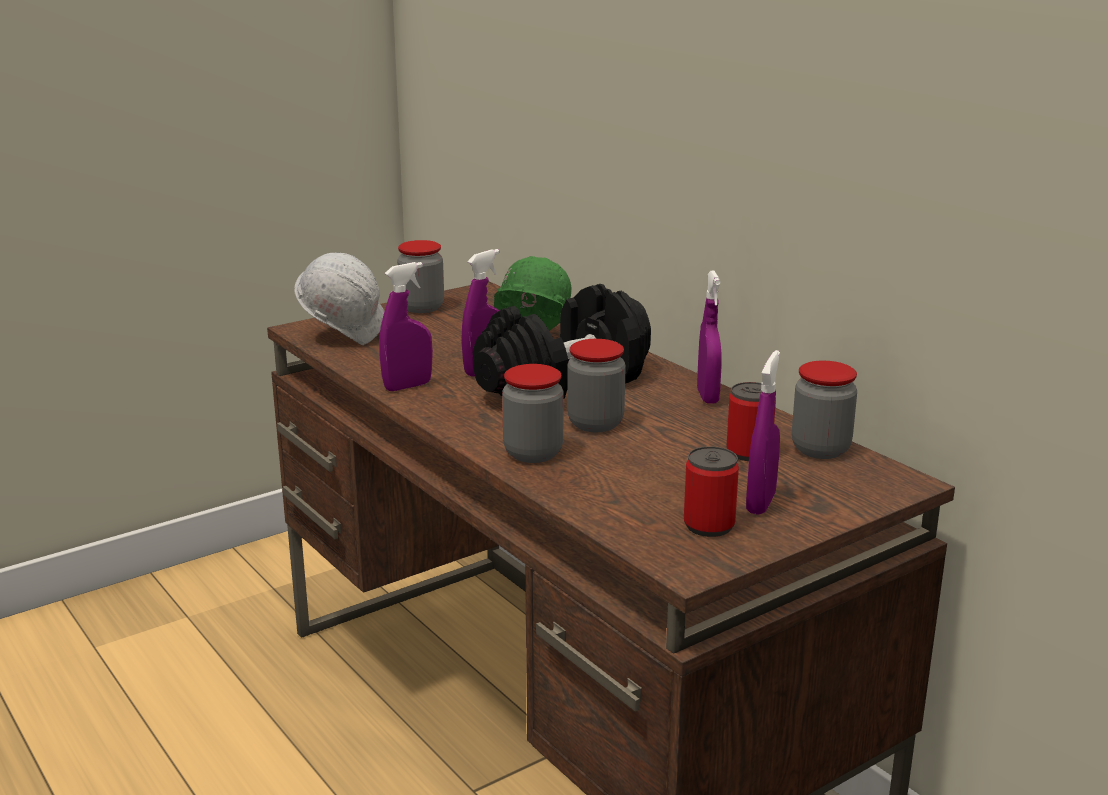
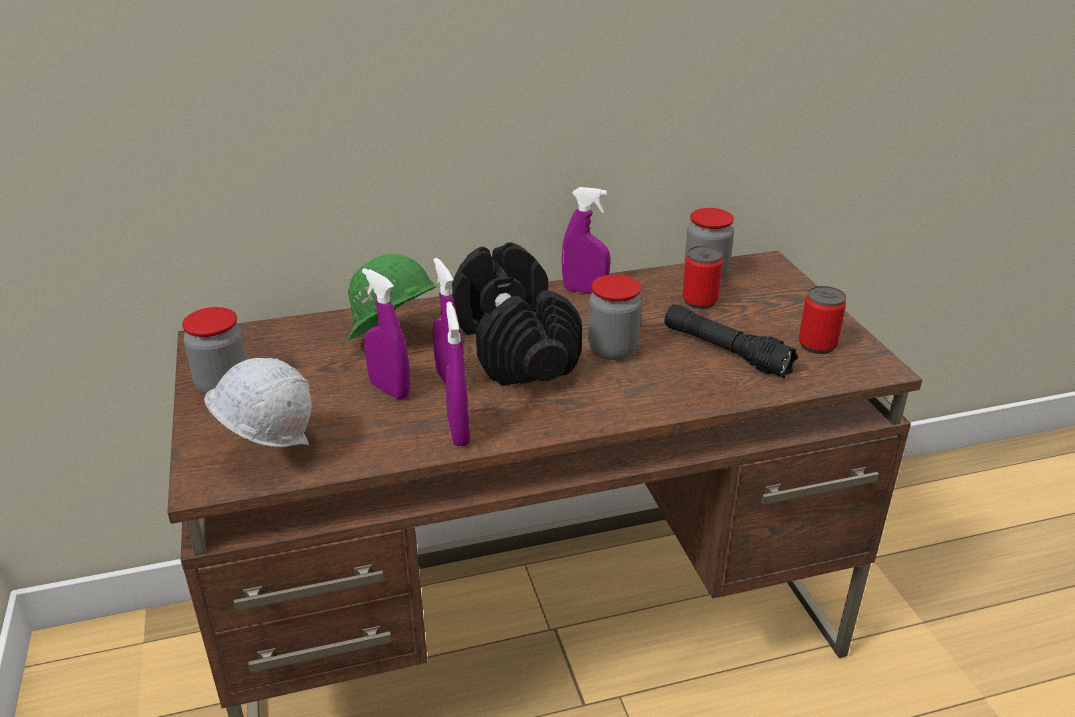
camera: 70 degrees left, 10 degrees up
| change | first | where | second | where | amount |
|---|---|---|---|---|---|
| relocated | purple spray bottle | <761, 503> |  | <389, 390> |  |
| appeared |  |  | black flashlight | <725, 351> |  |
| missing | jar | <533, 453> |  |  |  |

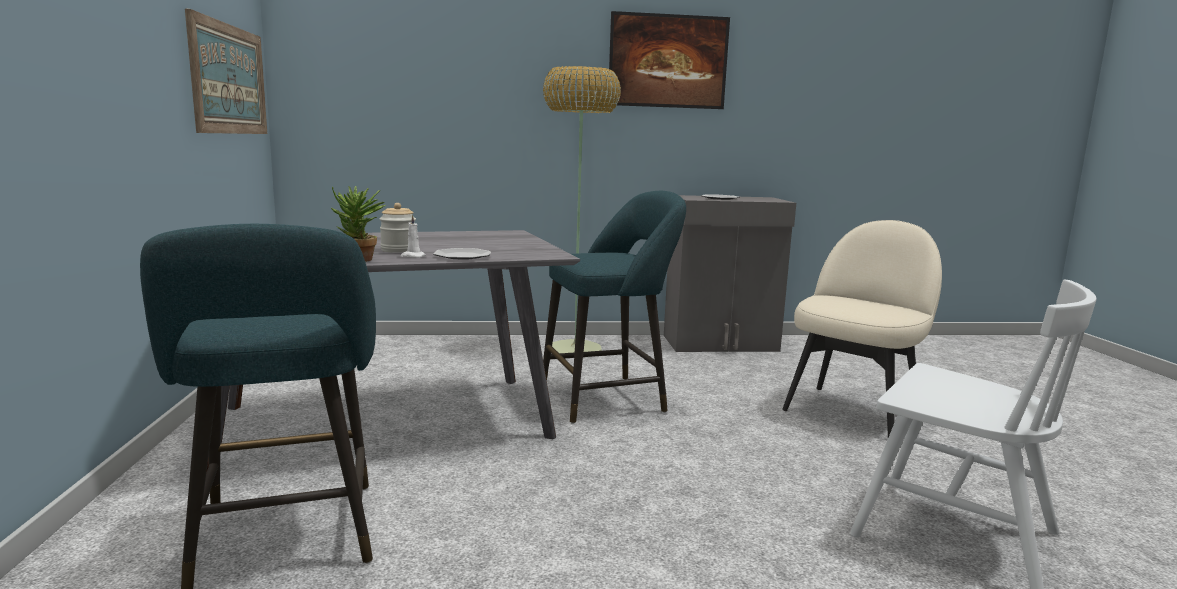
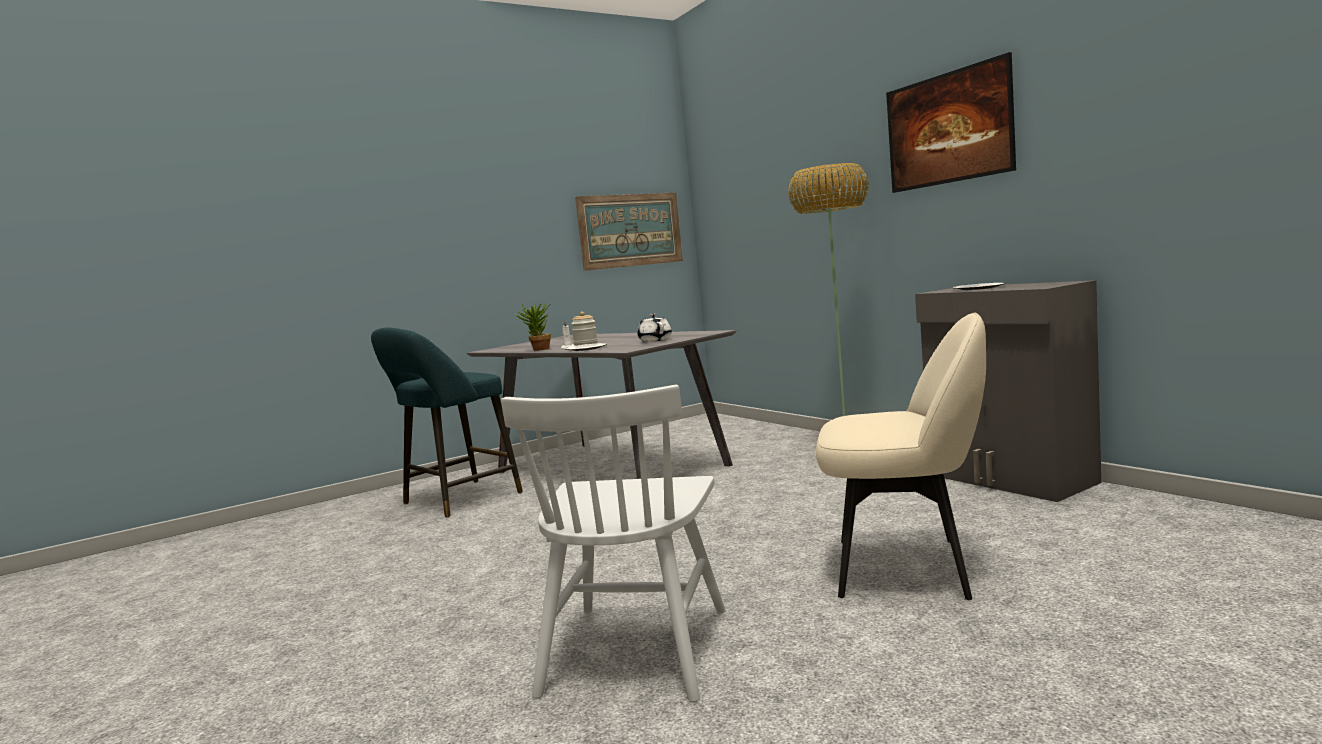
camera: 65 degrees right, 5 degrees down
| change | first | where | second | where | amount |
|---|---|---|---|---|---|
| appeared |  |  | white teapot | <655, 340> |  |
| missing | turquoise stool | <609, 398> |  |  |  |

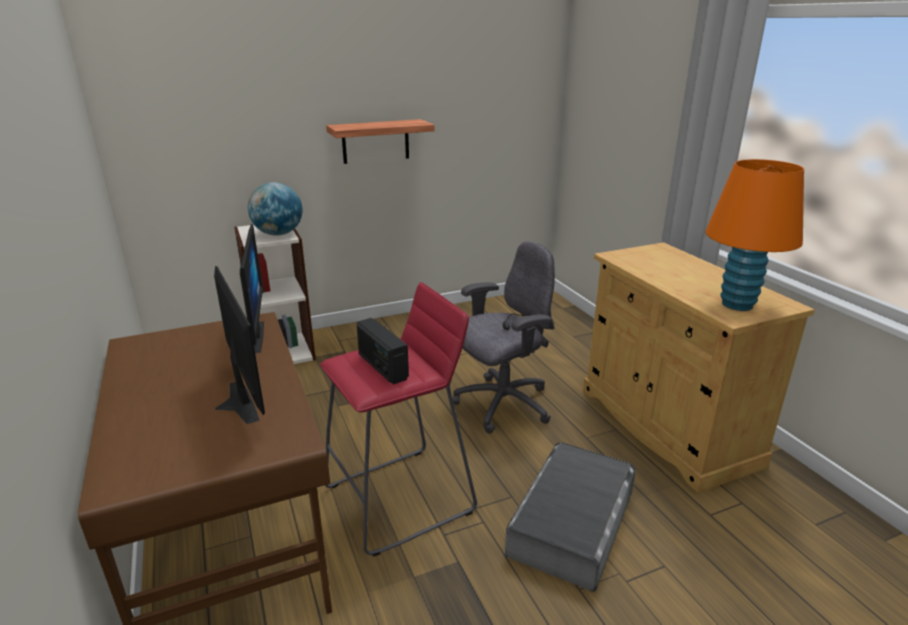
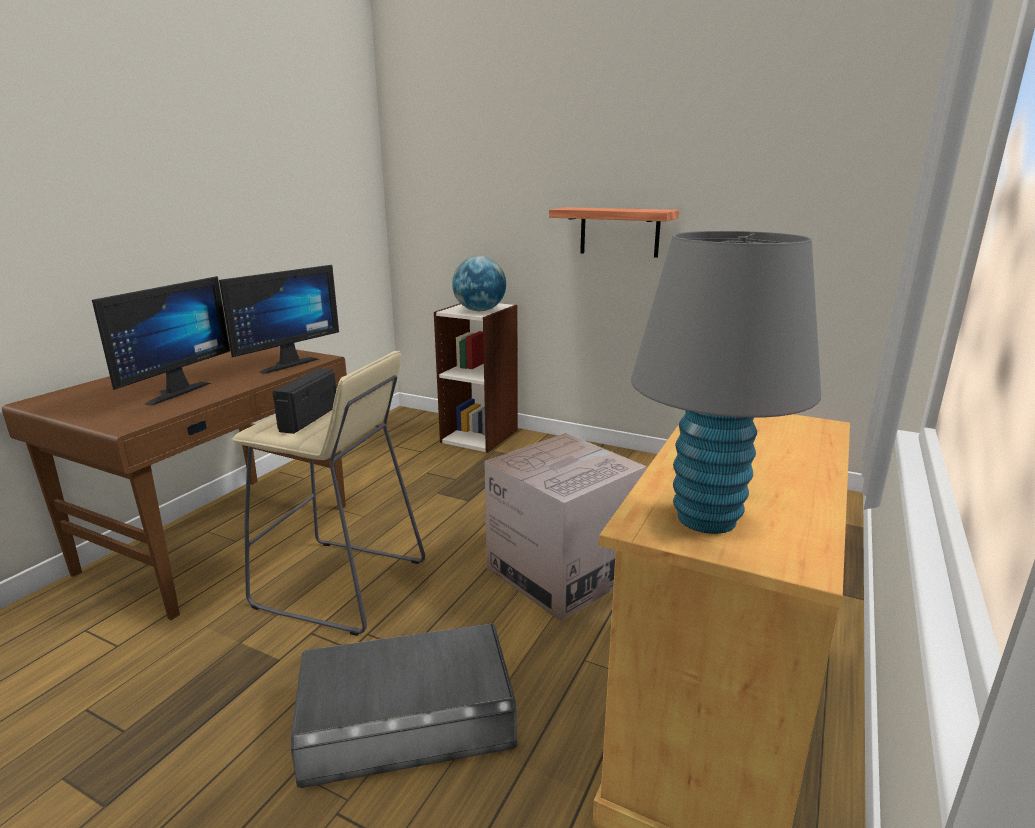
camera: 50 degrees right, 5 degrees down
| change | first | where | second | where | amount |
|---|---|---|---|---|---|
| colour | red stool | <401, 499> | beige stool | <341, 585> |  |
| exchanged | grey office chair | <501, 404> | cardboard box | <562, 571> |  |
| colour | orange table lamp | <737, 304> | grey table lamp | <707, 519> |  |

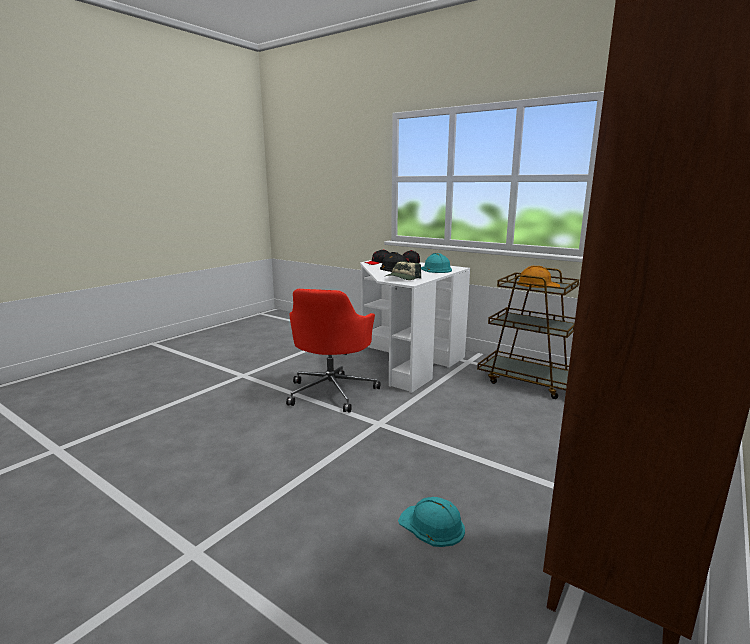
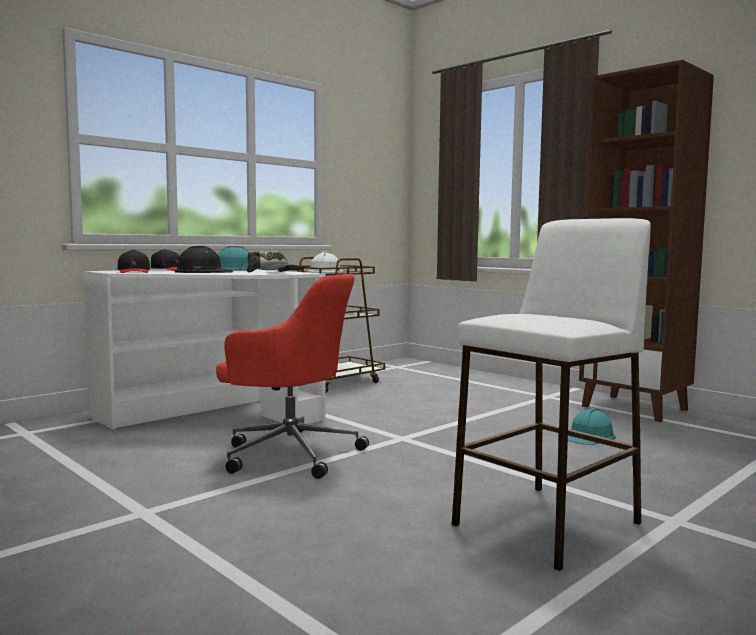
camera: 80 degrees left, 10 degrees down
| change | first | where | second | where | amount |
|---|---|---|---|---|---|
| colour | orange hard hat | <537, 284> | white hard hat | <326, 272> |  |
| appeared |  |  | white stool | <548, 523> |  |

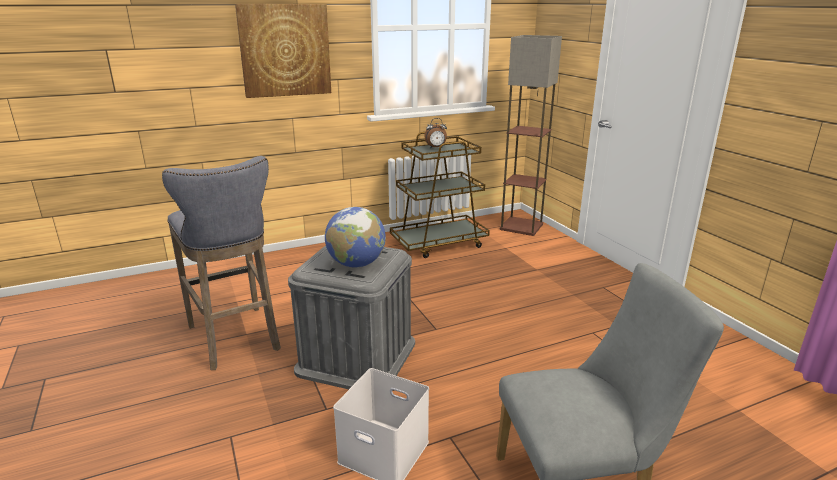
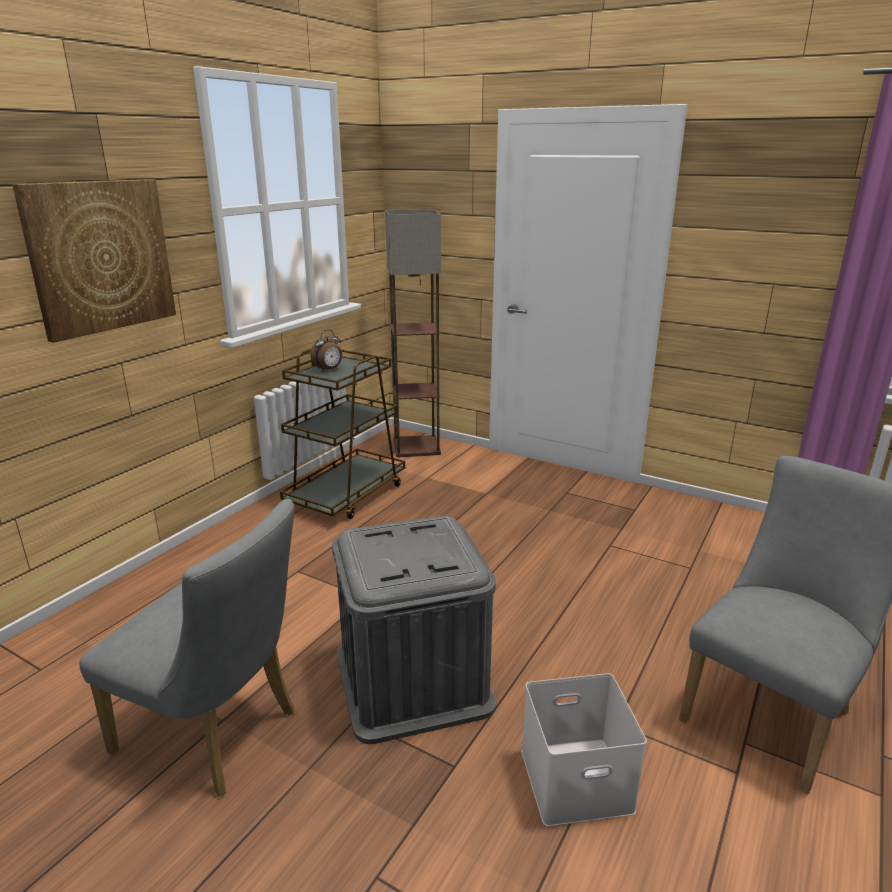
camera: 35 degrees left, 0 degrees up
| change | first | where | second | where | amount |
|---|---|---|---|---|---|
| exchanged | grey stool | <236, 339> | grey chair | <217, 735> |  |
| missing | globe | <356, 264> |  |  |  |

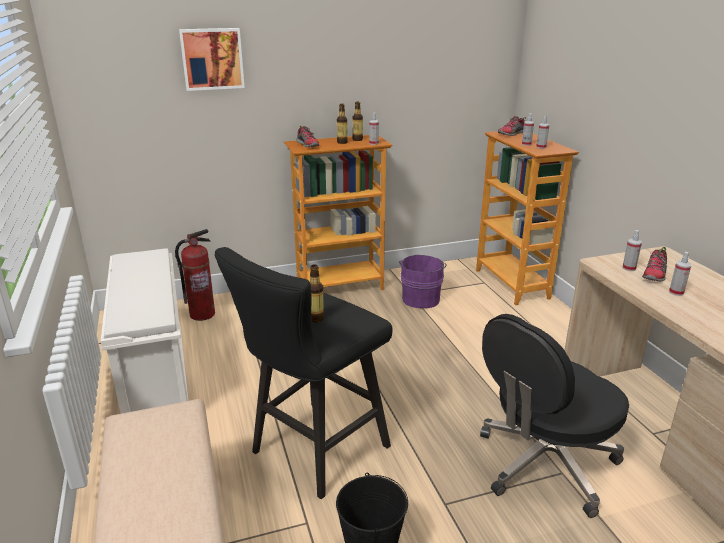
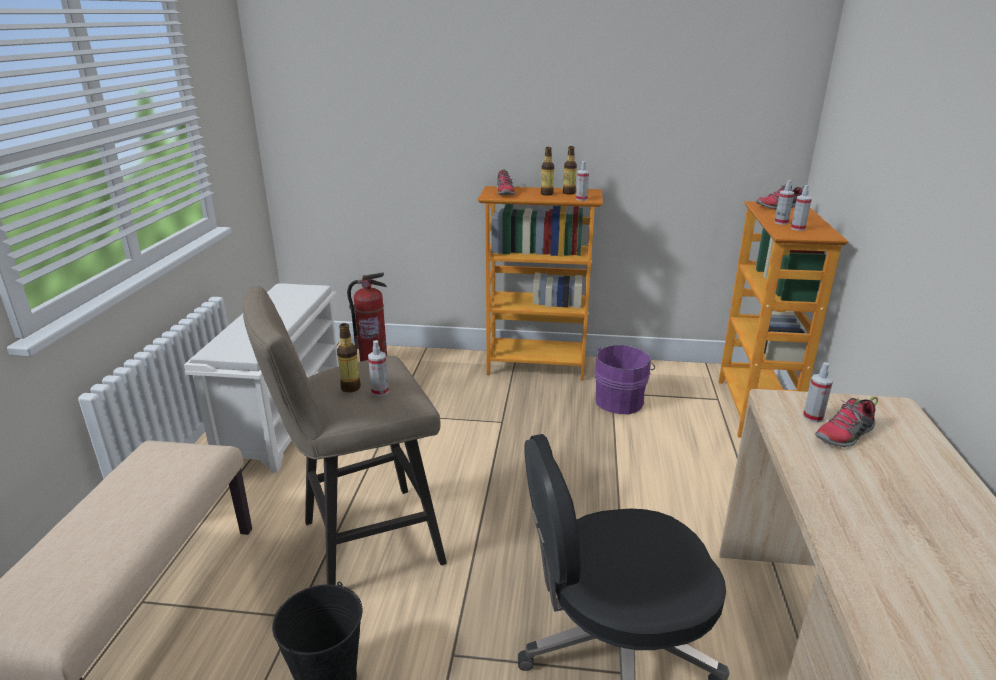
camera: 25 degrees right, 0 degrees up
| change | first | where | second | where | amount |
|---|---|---|---|---|---|
| colour | black stool | <313, 453> | beige stool | <361, 543> |  |
| relocated | spray bottle | <676, 292> |  | <380, 391> |  |
| missing | picture | <212, 59> |  |  |  |

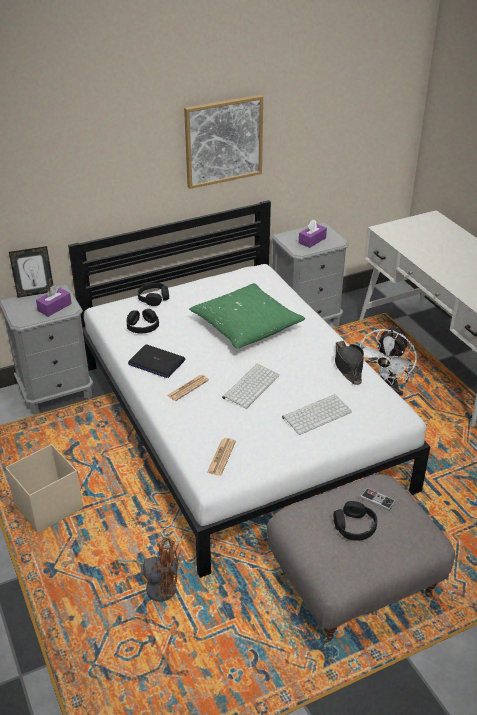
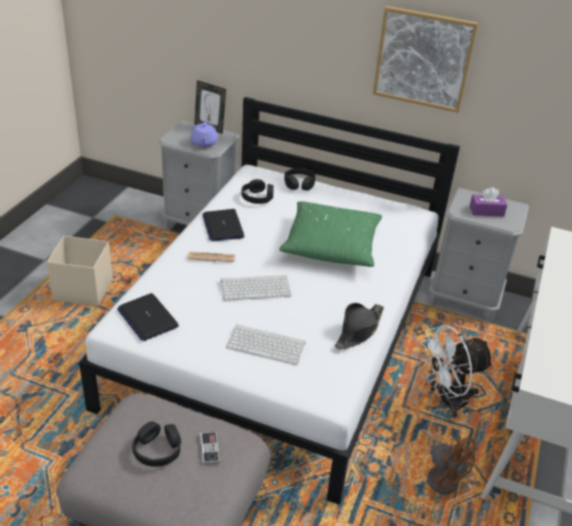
camera: 45 degrees right, 0 degrees up
| change | first | where | second | where | amount |
|---|---|---|---|---|---|
| exchanged | newspaper | <221, 457> | laptop | <147, 318> |  |
| exchanged | purple tissue box | <54, 307> | purple teapot | <204, 143> |  |
| relocated | brown fan | <157, 585> |  | <442, 476> |  |

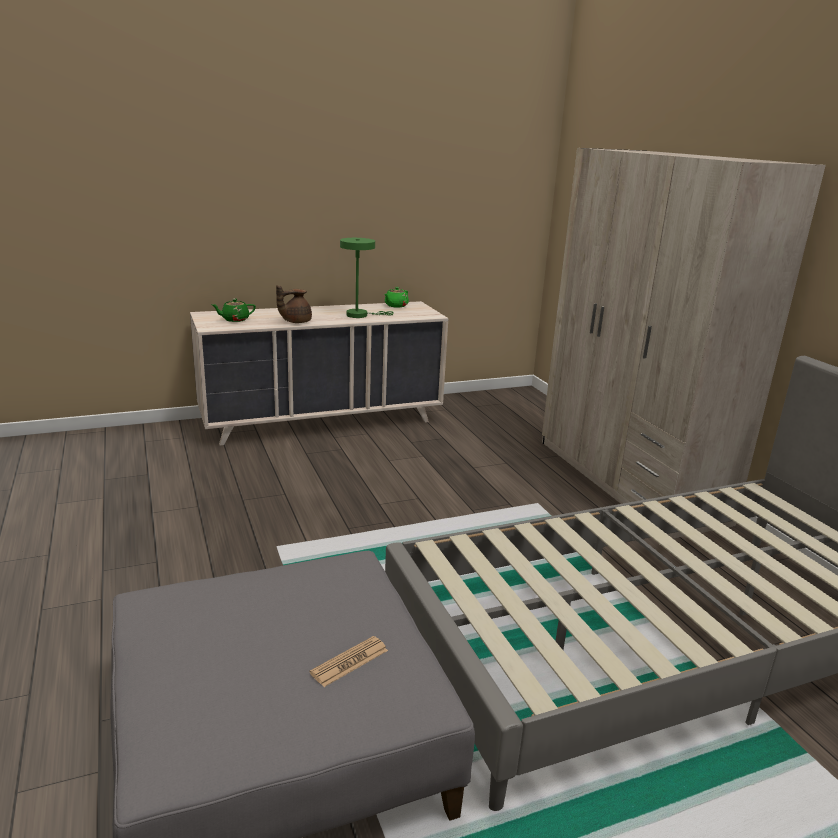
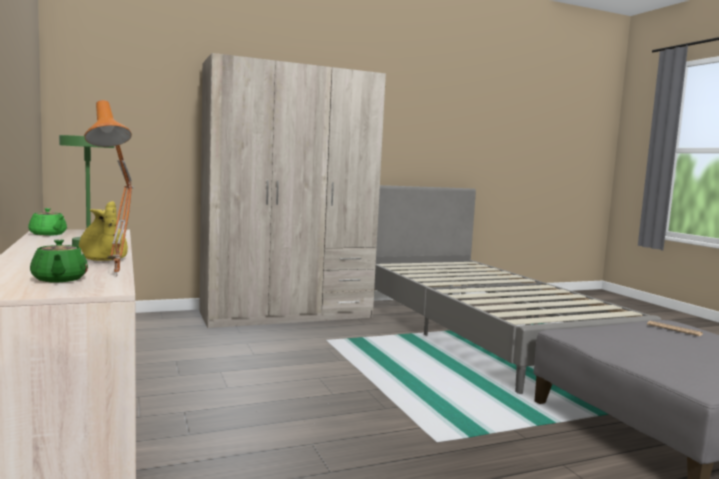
camera: 90 degrees left, 15 degrees down
| change | first | where | second | where | amount |
|---|---|---|---|---|---|
| colour | brown teapot | <295, 321> | yellow teapot | <103, 260> |  |
| appeared |  |  | orange table lamp | <120, 276> |  |

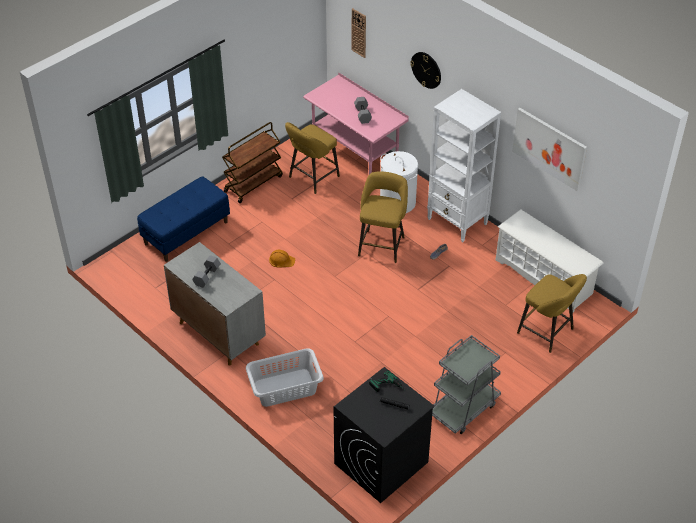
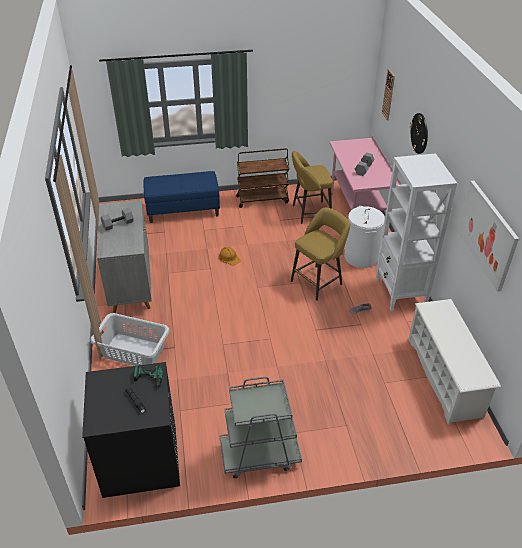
camera: 35 degrees right, 5 degrees down
| change | first | where | second | where | amount |
|---|---|---|---|---|---|
| missing | yellow stool | <548, 333> |  |  |  |

